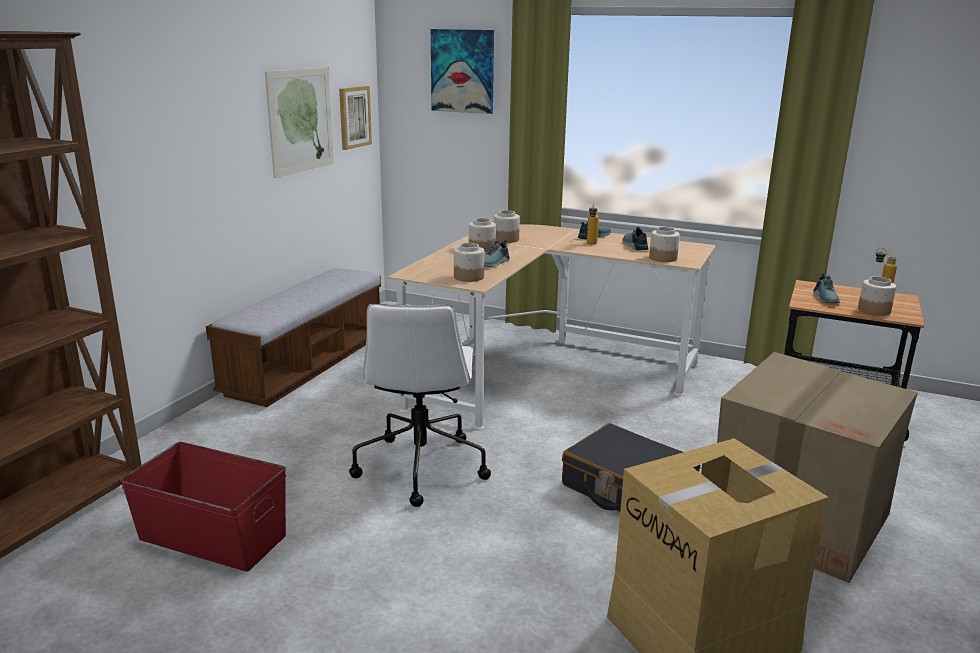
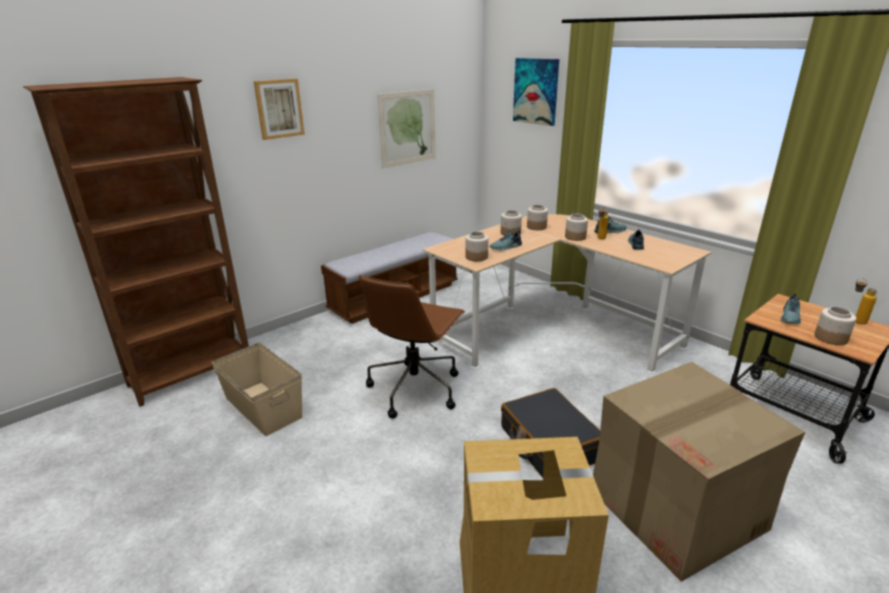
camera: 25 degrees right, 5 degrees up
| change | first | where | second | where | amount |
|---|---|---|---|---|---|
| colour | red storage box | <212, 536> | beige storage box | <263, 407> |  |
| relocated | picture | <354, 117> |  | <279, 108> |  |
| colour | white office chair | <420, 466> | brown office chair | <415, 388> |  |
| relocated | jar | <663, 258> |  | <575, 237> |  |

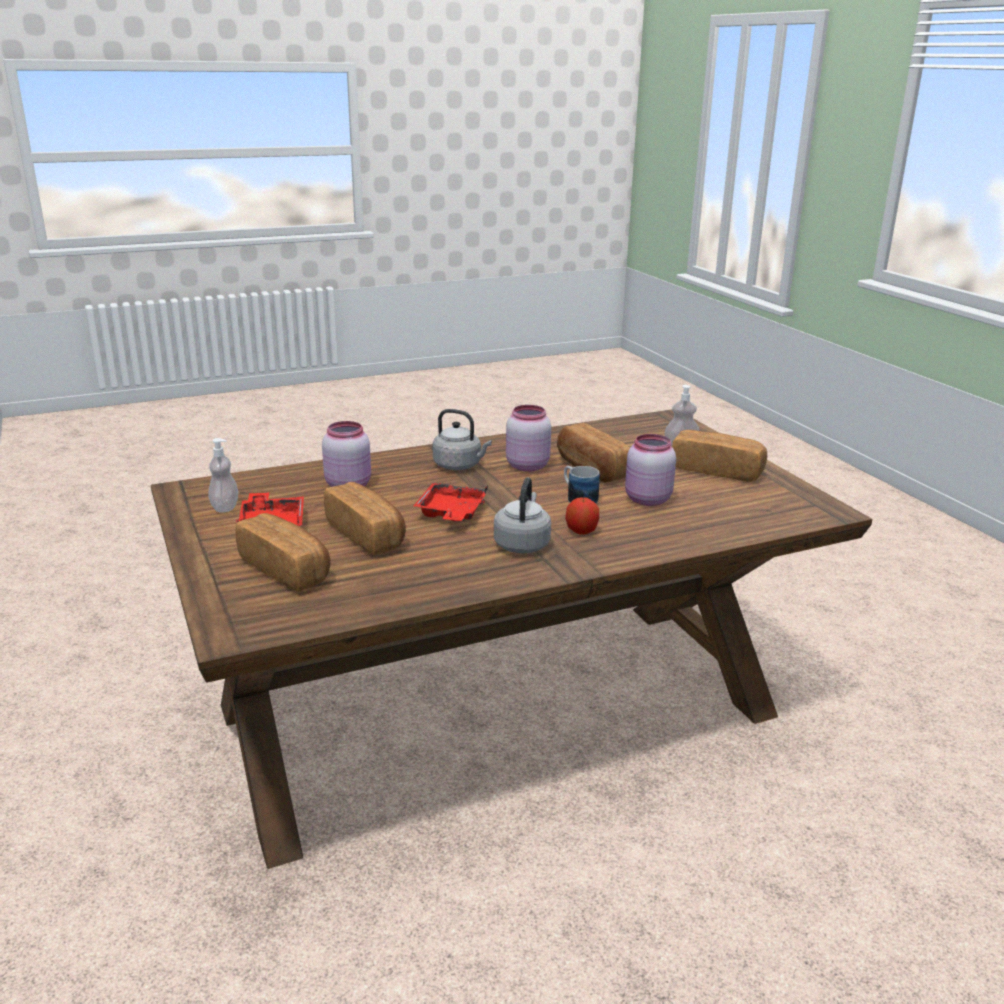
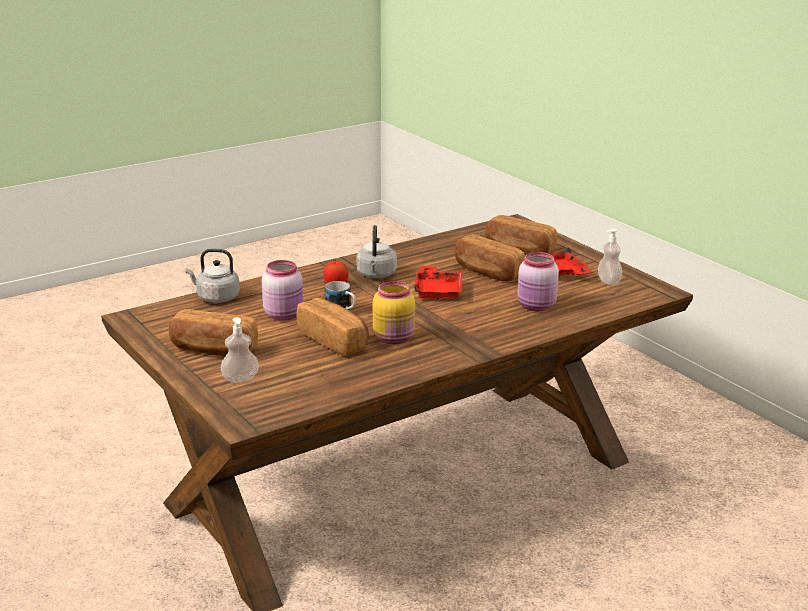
camera: 170 degrees right, 0 degrees up
| change | first | where | second | where | amount |
|---|---|---|---|---|---|
| relocated | grey kettle | <459, 466> |  | <216, 298> |  |
| colour | pink jar | <526, 466> | yellow jar | <395, 339> |  |

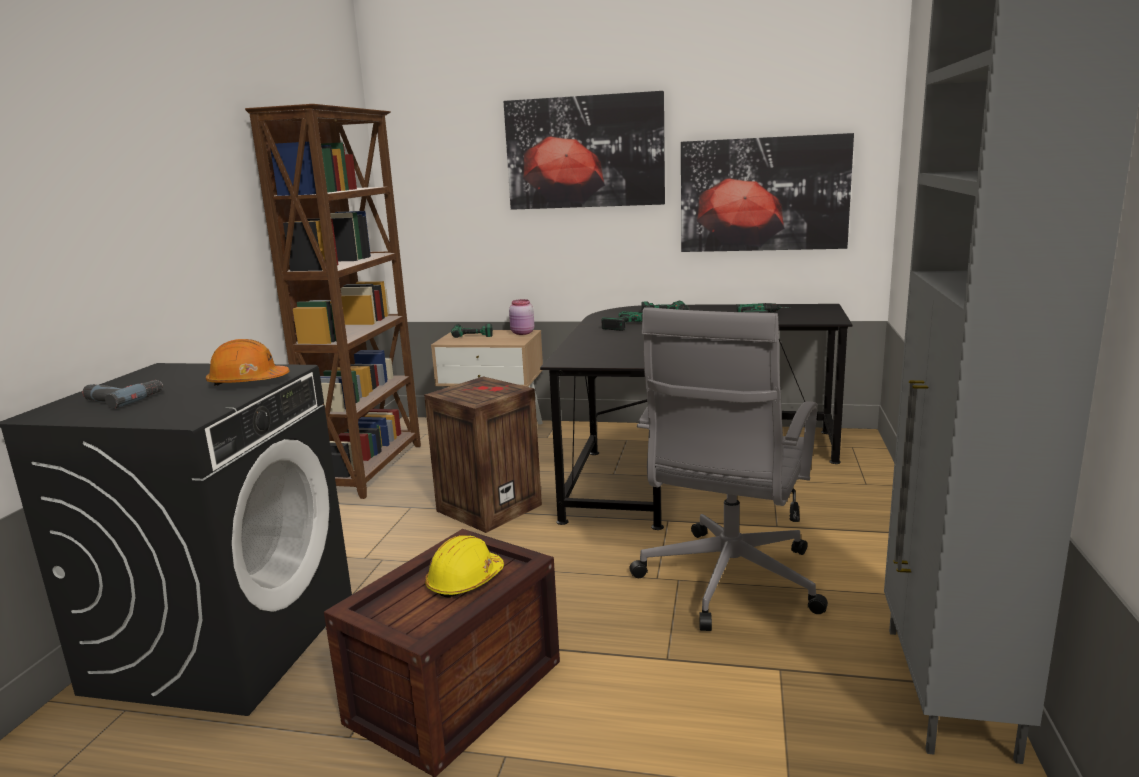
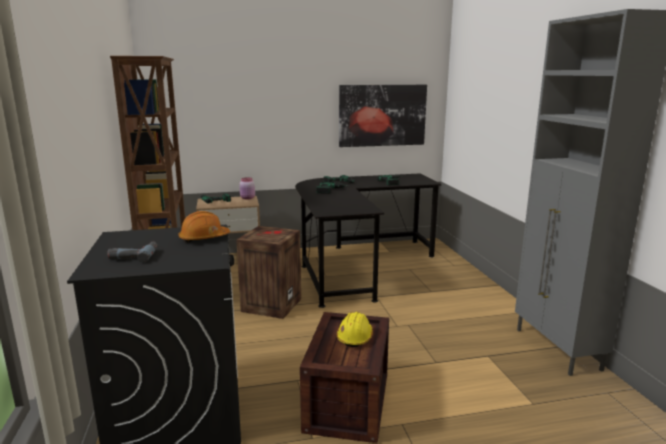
camera: 25 degrees left, 0 degrees up
| change | first | where | second | where | amount |
|---|---|---|---|---|---|
| missing | picture | <584, 152> |  |  |  |
| missing | grey office chair | <727, 582> |  |  |  |

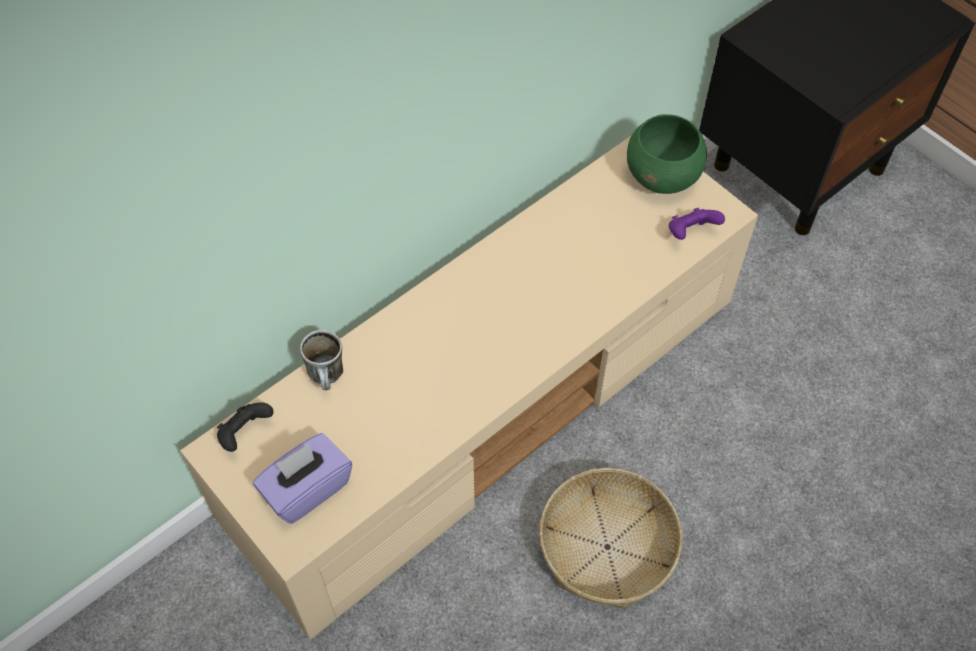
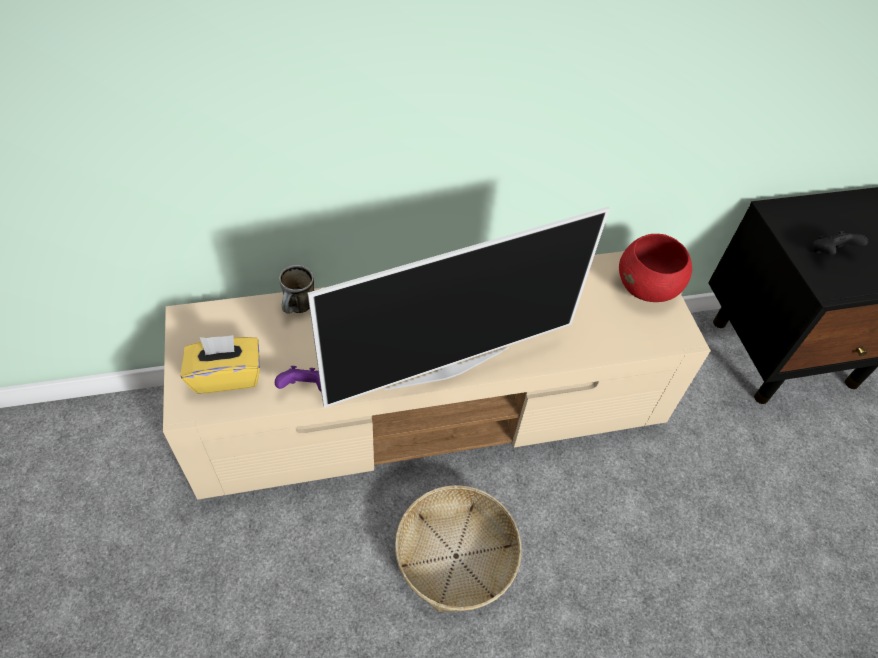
camera: 25 degrees right, 5 degrees down
| change | first | where | second | where | amount |
|---|---|---|---|---|---|
| colour | purple tissue box | <307, 489> | yellow tissue box | <226, 375> |  |
| relocated | purple game controller | <690, 233> |  | <306, 388> |  |
| appeared |  |  | television | <447, 366> |  |
| colour | green bowl | <663, 175> | red bowl | <647, 287> |  |
| relocated | black game controller | <245, 433> |  | <829, 253> |  |

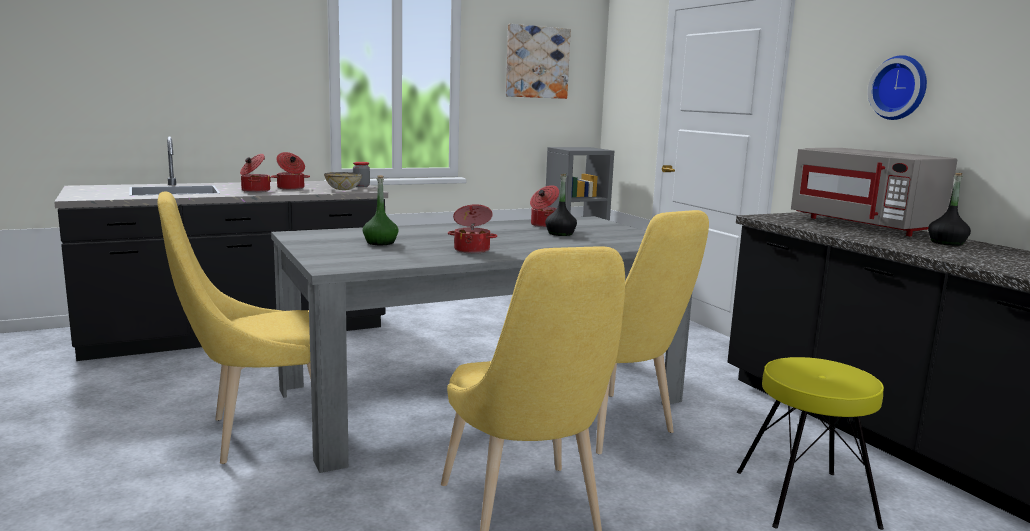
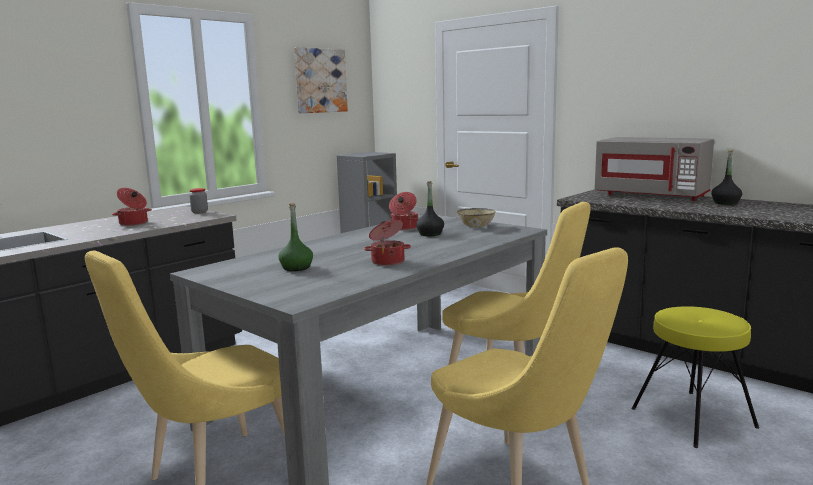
camera: 20 degrees left, 0 degrees up
| change | first | where | second | where | amount |
|---|---|---|---|---|---|
| relocated | bowl | <343, 189> |  | <476, 226> |  |
| missing | cooking pot | <255, 190> |  |  |  |
| missing | wall clock | <900, 88> |  |  |  |

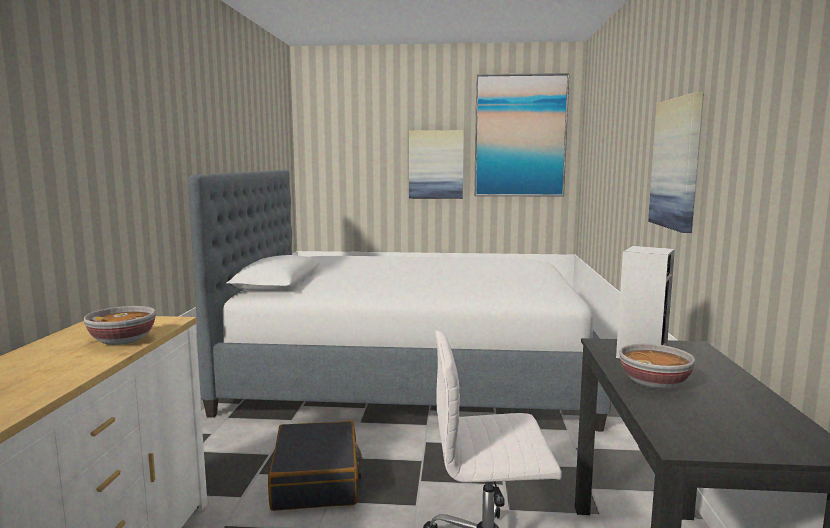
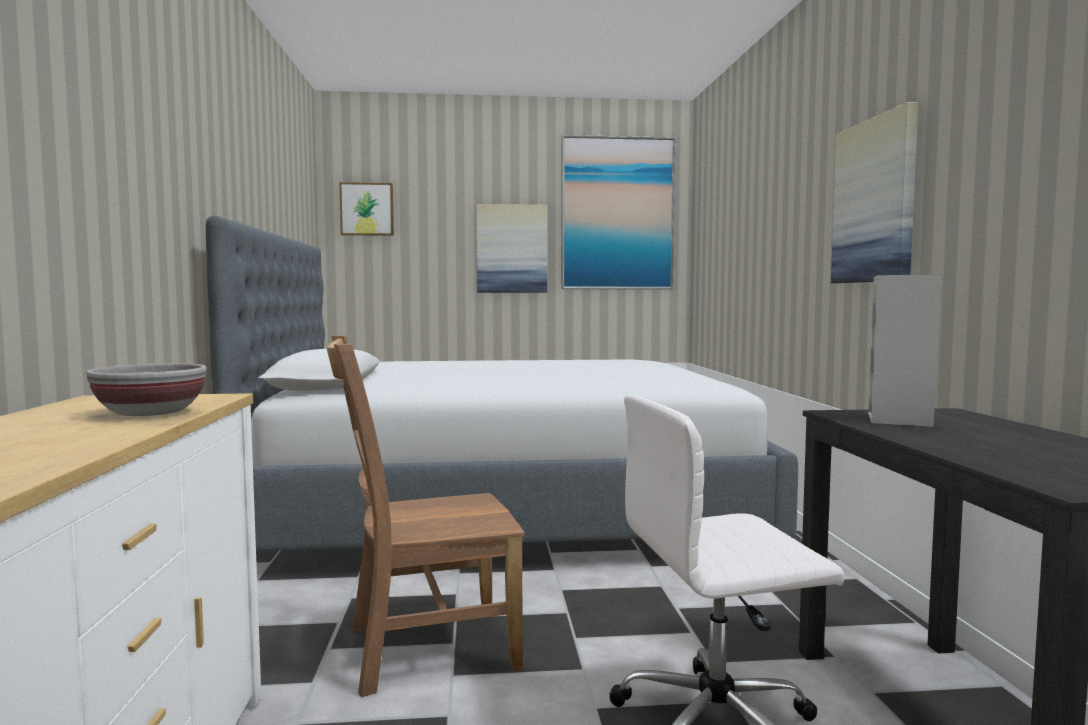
camera: 10 degrees left, 5 degrees down
| change | first | where | second | where | amount |
|---|---|---|---|---|---|
| exchanged | black suitcase | <317, 479> | brown chair | <423, 649> |  |
| appeared |  |  | picture | <367, 209> |  |
| missing | bowl | <654, 382> |  |  |  |

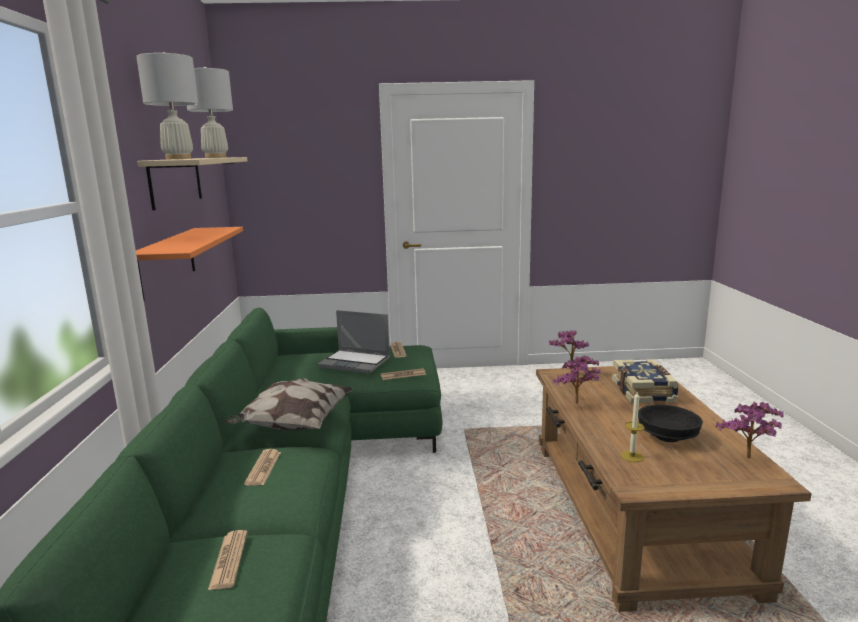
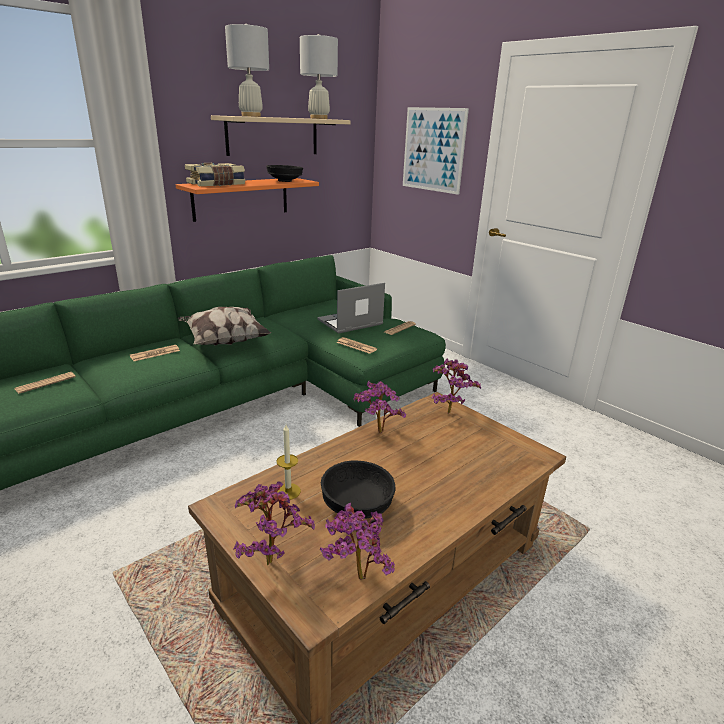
camera: 50 degrees right, 10 degrees up
| change | first | where | second | where | amount |
|---|---|---|---|---|---|
| relocated | book | <644, 391> |  | <216, 184> |  |
| appeared |  |  | potted plant | <271, 558> |  |
| appeared |  |  | black bowl | <285, 181> |  |
| spun | laptop | <356, 363> |  | <350, 323> | 75 degrees clockwise |
| appeared |  |  | picture | <433, 150> |  |

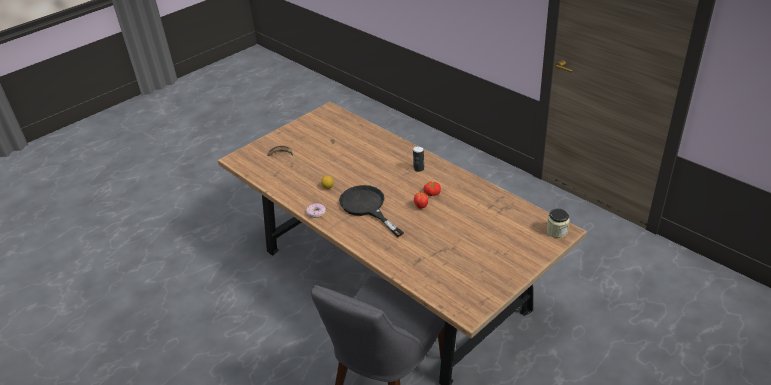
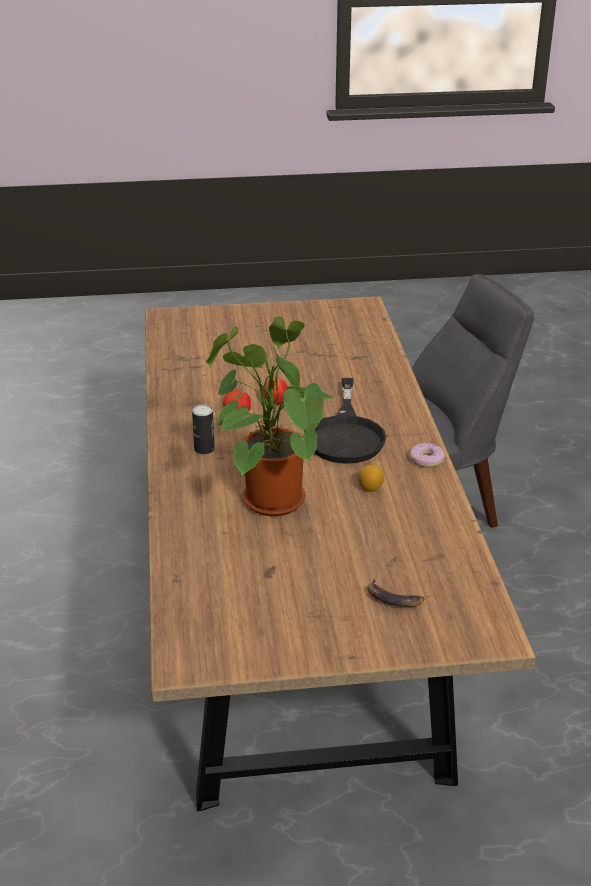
camera: 145 degrees left, 5 degrees down
| change | first | where | second | where | amount |
|---|---|---|---|---|---|
| appeared |  |  | potted plant | <268, 497> |  |
| missing | jar | <557, 231> |  |  |  |

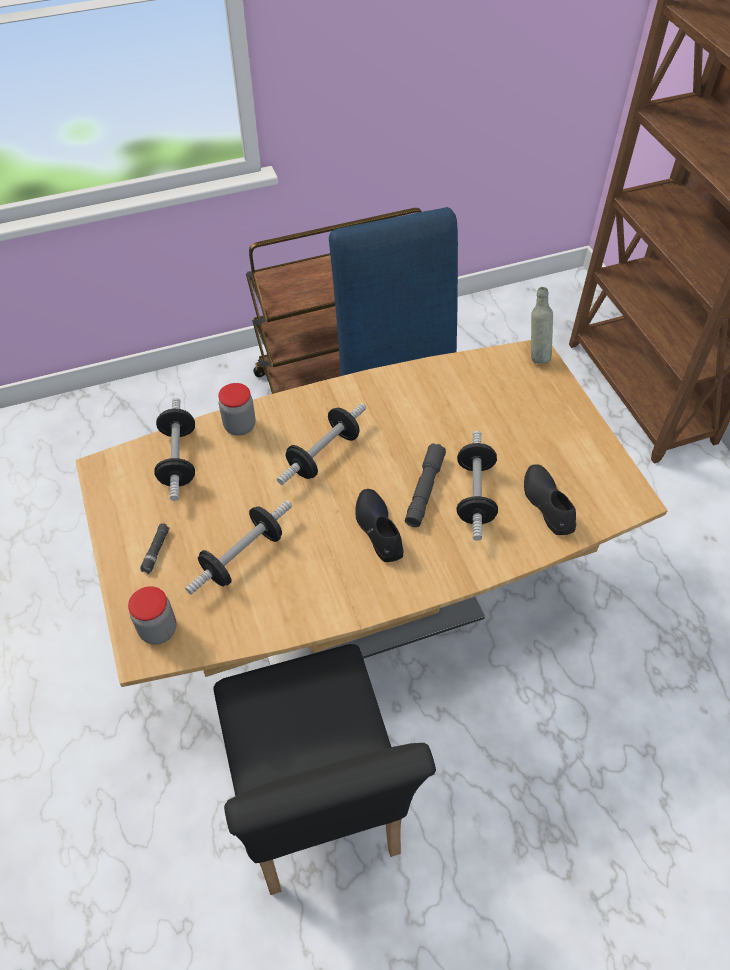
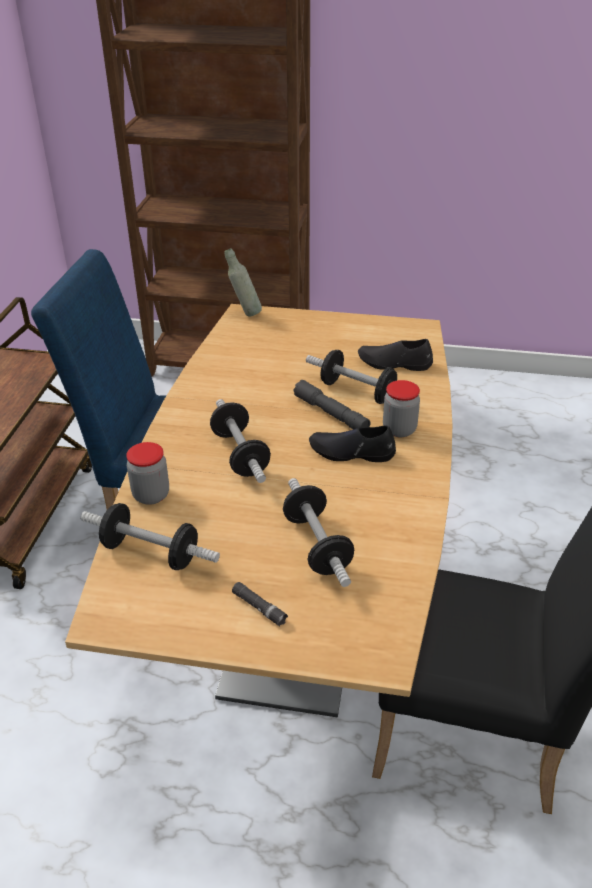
camera: 60 degrees left, 15 degrees down
| change | first | where | second | where | amount |
|---|---|---|---|---|---|
| relocated | jar | <158, 630> |  | <399, 429> |  |

